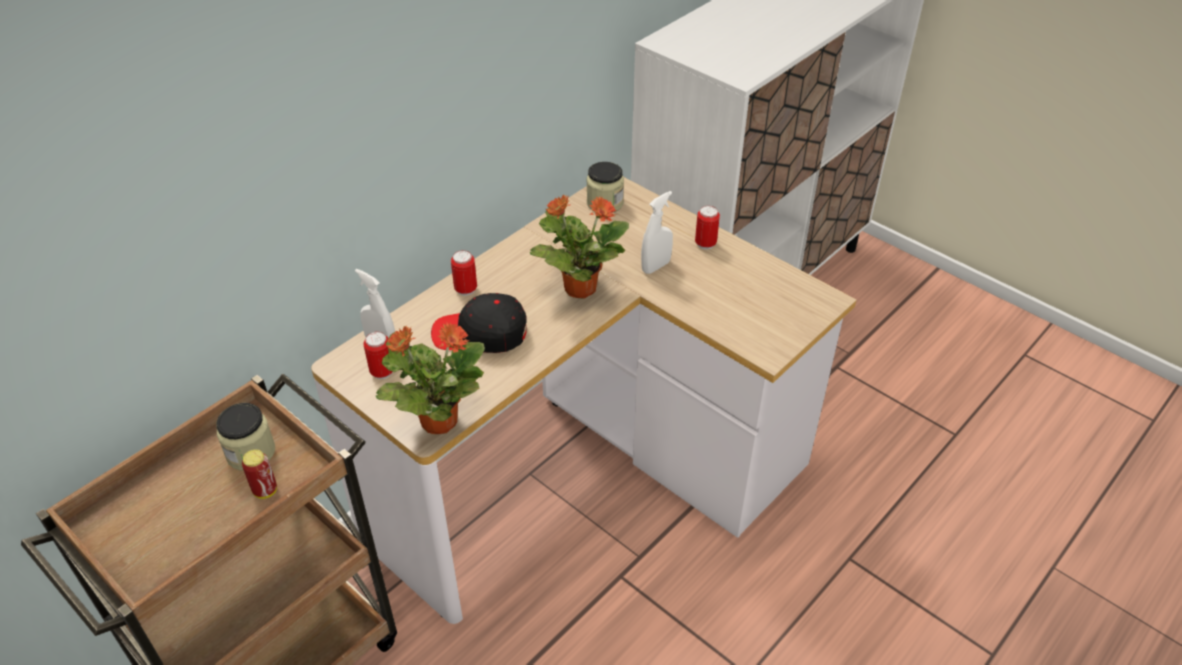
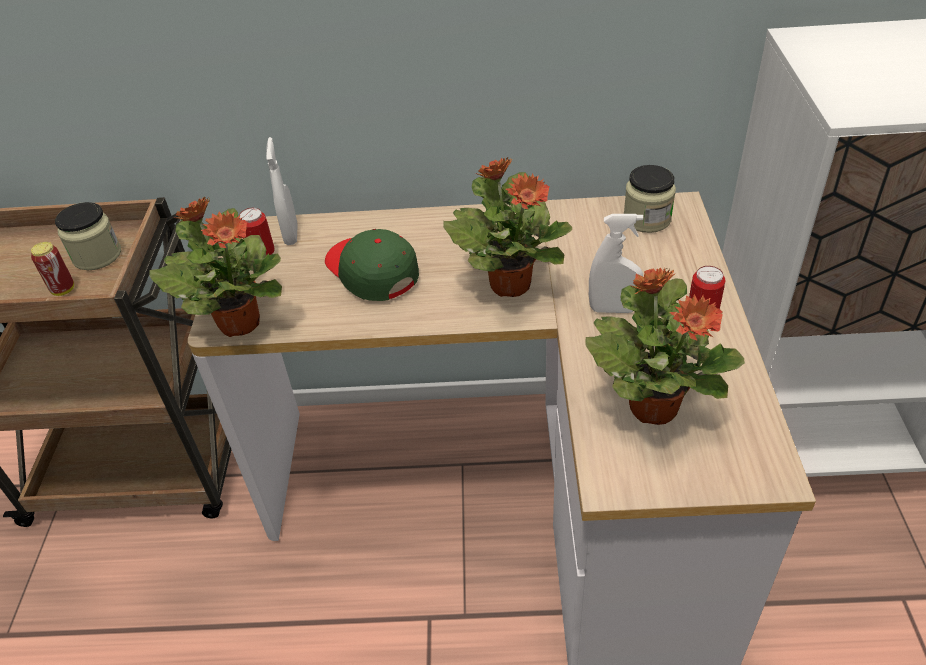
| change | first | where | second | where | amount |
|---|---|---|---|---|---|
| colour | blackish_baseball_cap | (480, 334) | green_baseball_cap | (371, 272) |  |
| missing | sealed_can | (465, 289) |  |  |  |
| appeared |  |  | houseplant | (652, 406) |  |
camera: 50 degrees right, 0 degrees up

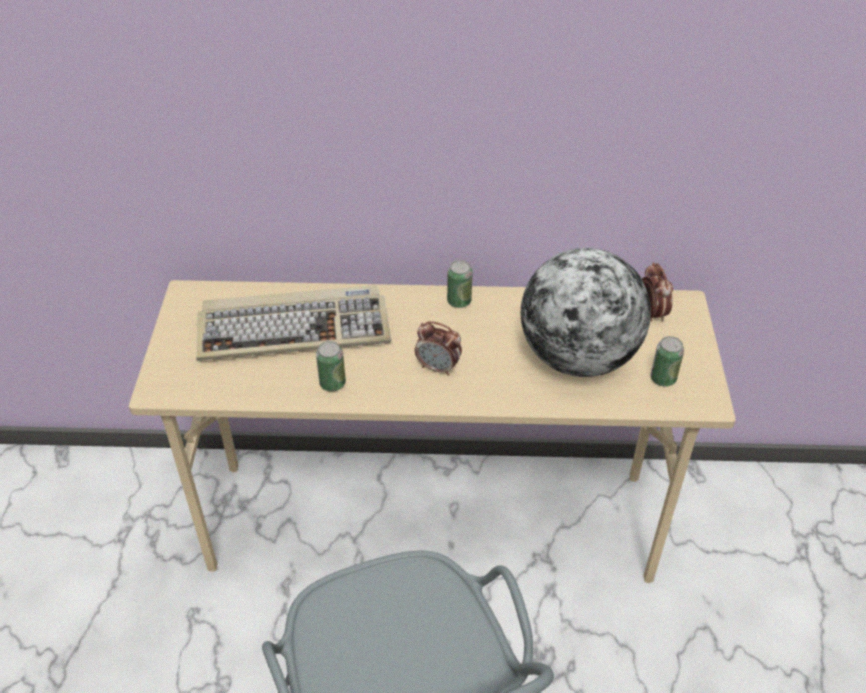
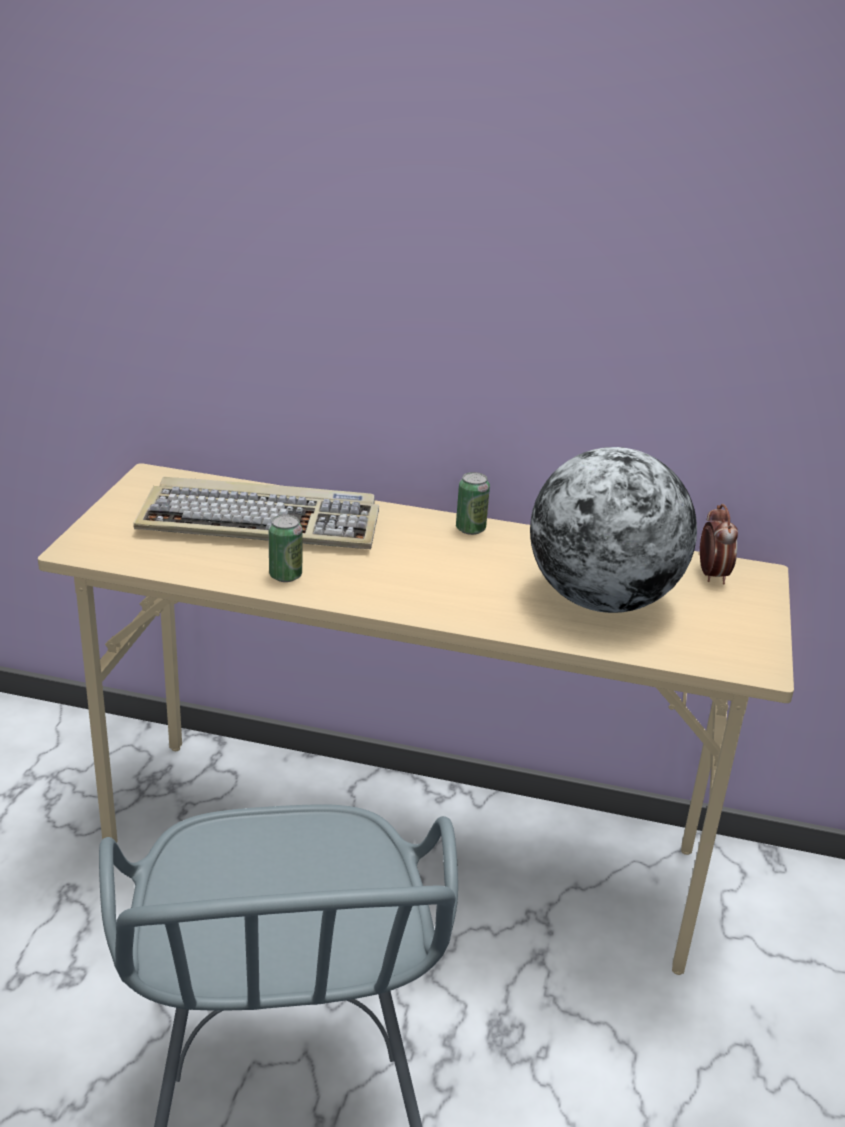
| change | first | where | second | where | amount |
|---|---|---|---|---|---|
| missing | table_clock | (438, 367) |  |  |  |
| missing | sealed_can | (663, 378) |  |  |  |
camera: 10 degrees right, 15 degrees down

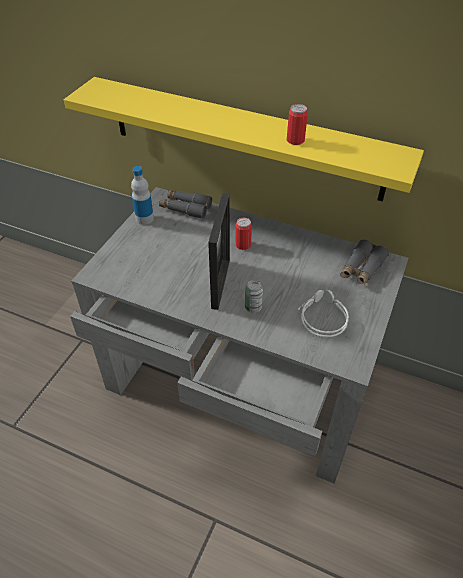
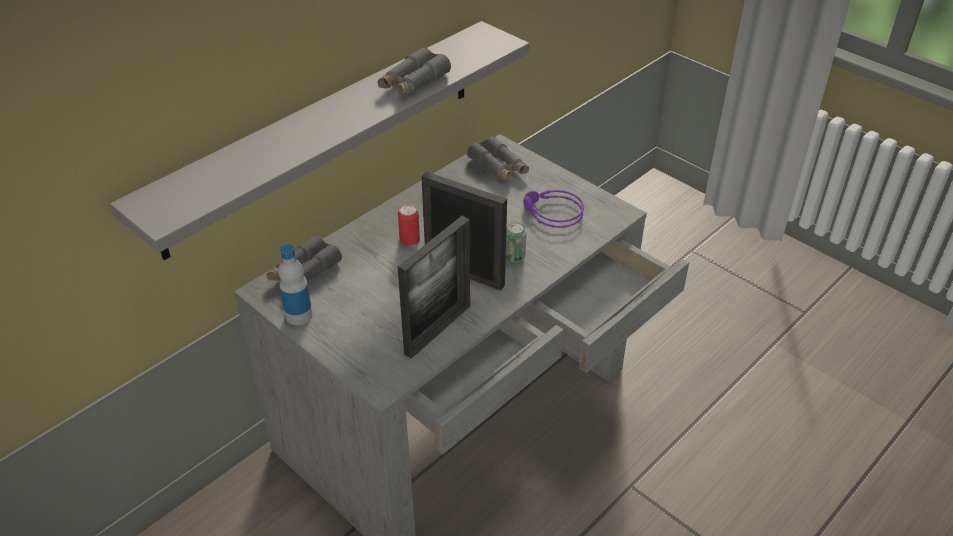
| change | first | where | second | where | amount |
|---|---|---|---|---|---|
| colour | yellow-coloured_wall_shelf | (243, 138) | gray_wall_shelf | (324, 135) |  |
| exchanged | sealed_can | (295, 140) | gray_binoculars | (413, 82) |  |
| colour | gray_pair_of_headphones | (321, 317) | purple-coloured_pair_of_headphones | (551, 214) |  |
| appeared |  |  | photo_frame | (438, 329) |  |
camera: 70 degrees left, 5 degrees down

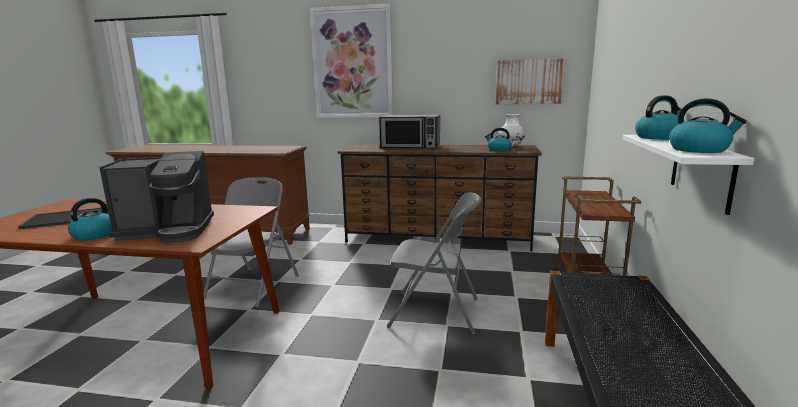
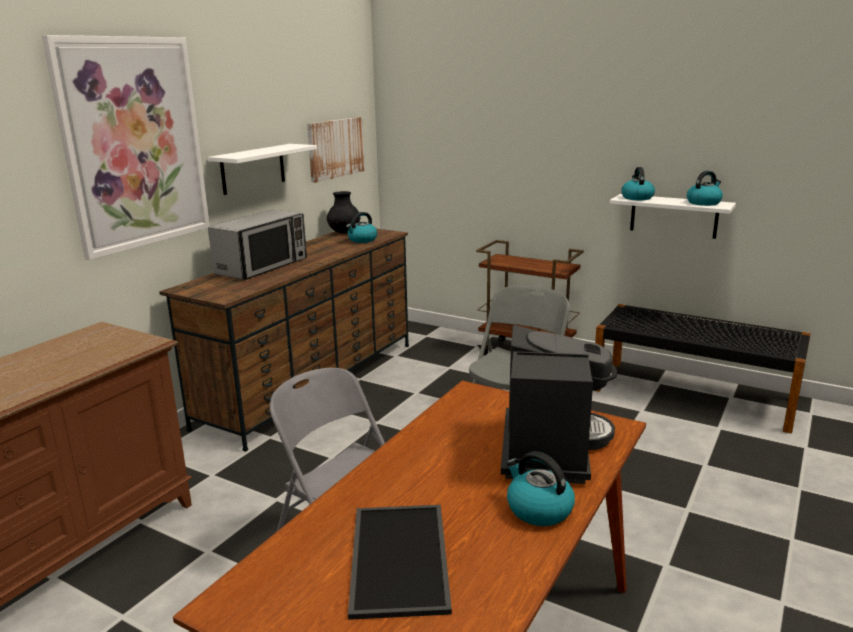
| change | first | where | second | where | amount |
|---|---|---|---|---|---|
| colour | white_vase | (511, 146) | blackish_vase | (344, 233) |  |
| appeared |  |  | white_wall_shelf | (253, 168) |  |
camera: 70 degrees left, 5 degrees up

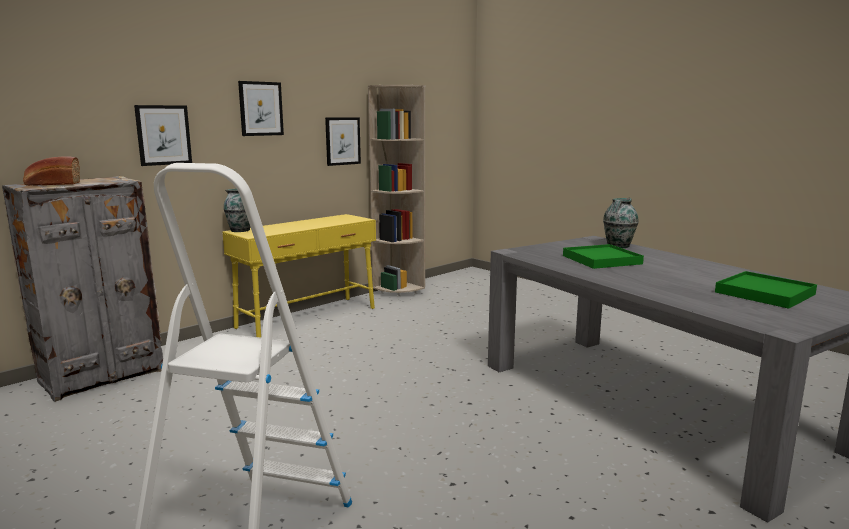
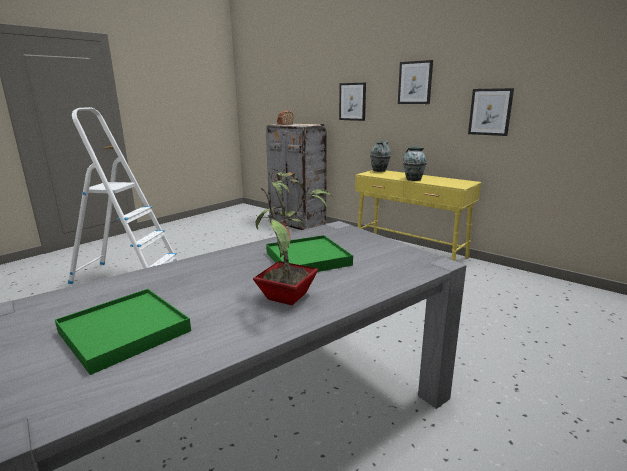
| change | first | where | second | where | amount |
|---|---|---|---|---|---|
| missing | beige_bookcase | (398, 293) |  |  |  |
| relocated | vase | (618, 246) |  | (413, 179) |  |
| appeared |  |  | houseplant | (289, 297) |  |
camera: 85 degrees right, 5 degrees up

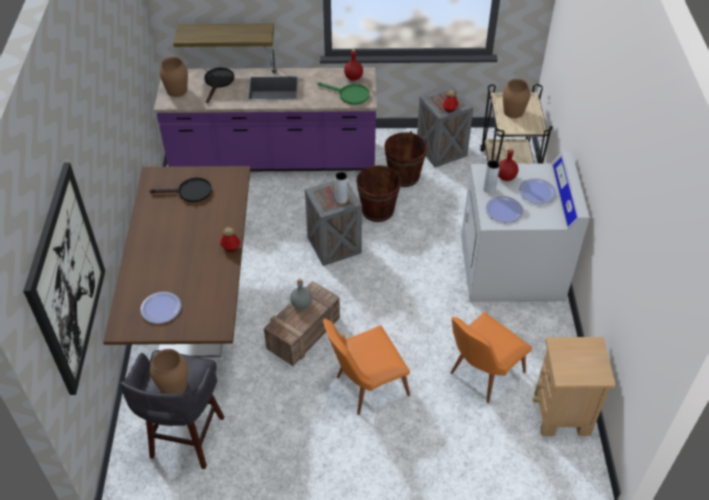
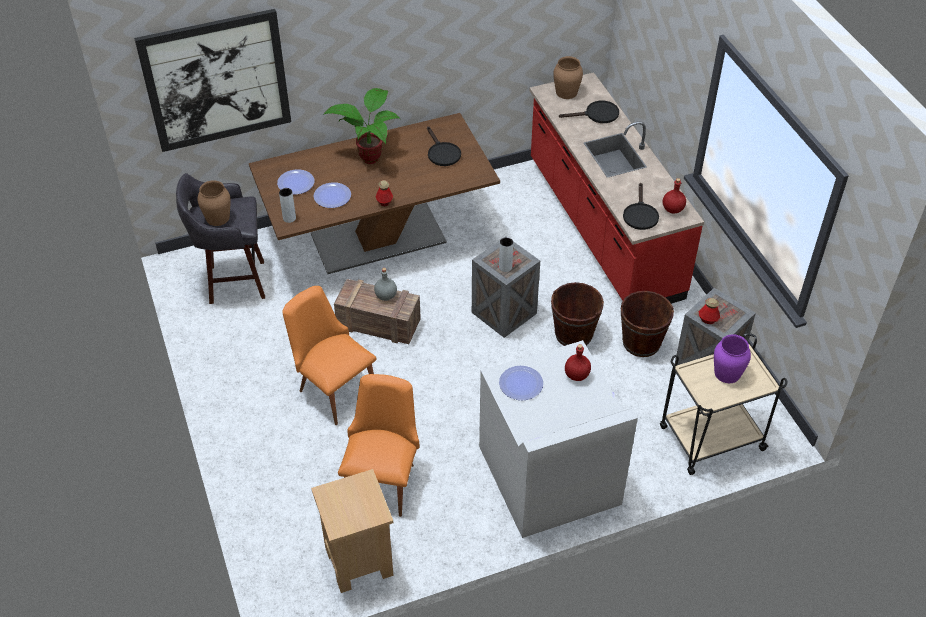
| change | first | where | second | where | amount |
|---|---|---|---|---|---|
| colour | purple-coloured_kitchen_counter | (273, 159) | red-coloured_kitchen_counter | (602, 229) |  |
| missing | wall_shelf | (227, 35) |  |  |  |
| colour | green_frying_pan | (349, 95) | blackish_frying_pan | (640, 214) |  |
| spun | orangey_upright_chair | (481, 375) |  | (383, 478) | 75 degrees clockwise |
| relocated | gray_vase | (489, 189) |  | (289, 218) |  |
| colour | brown_vase | (513, 112) | purple-coloured_vase | (727, 373) |  |
| relocated | dinner_plate | (537, 192) |  | (332, 196) |  |
| appeared |  |  | houseplant | (371, 156) |  |
camera: 70 degrees right, 0 degrees up

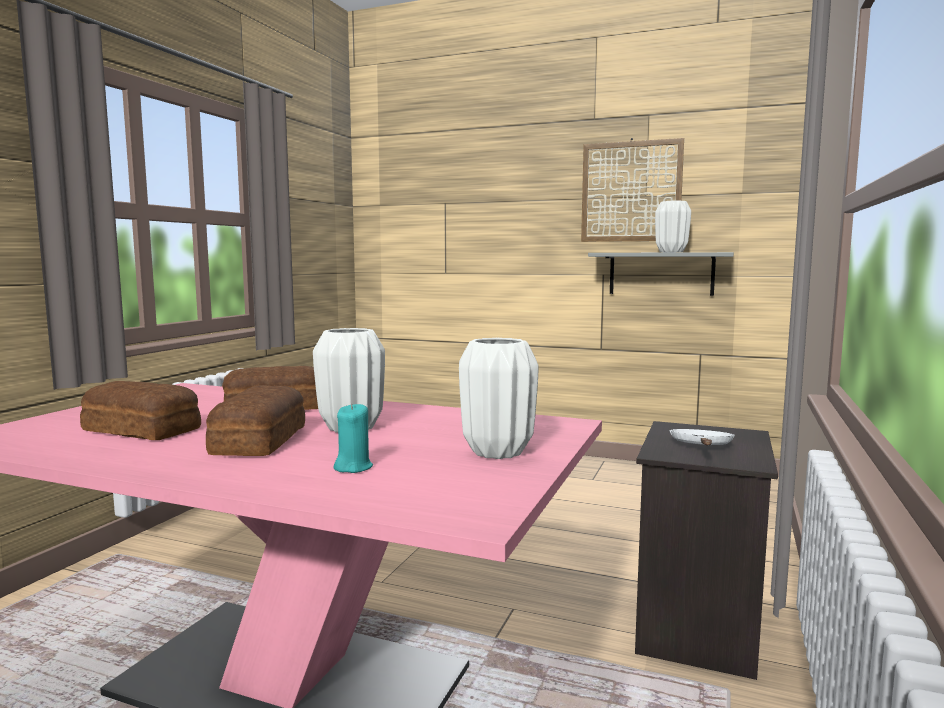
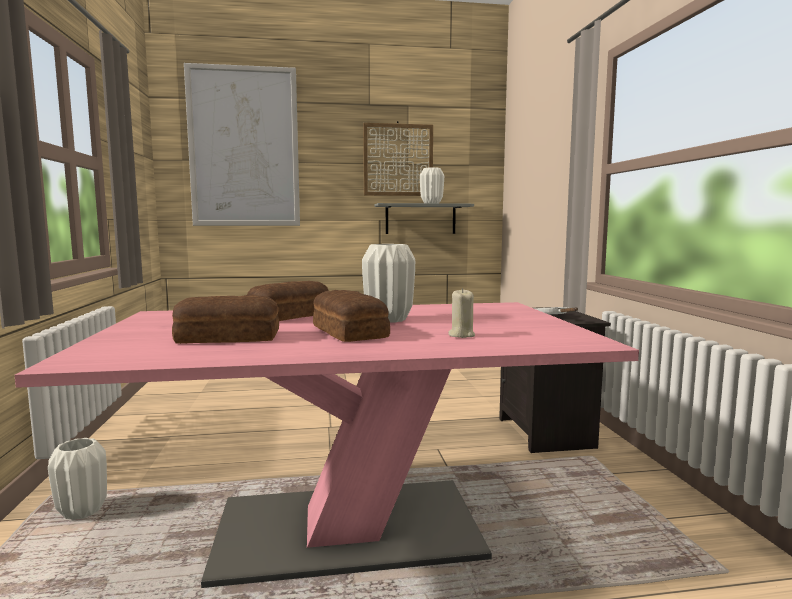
| change | first | where | second | where | amount |
|---|---|---|---|---|---|
| colour | turquoise_wax_candle | (353, 467) | beige_wax_candle | (461, 335) |  |
| relocated | white_vase | (497, 451) |  | (82, 512) |  |
| appeared |  |  | wall_art | (244, 147) |  |
camera: 30 degrees left, 0 degrees up

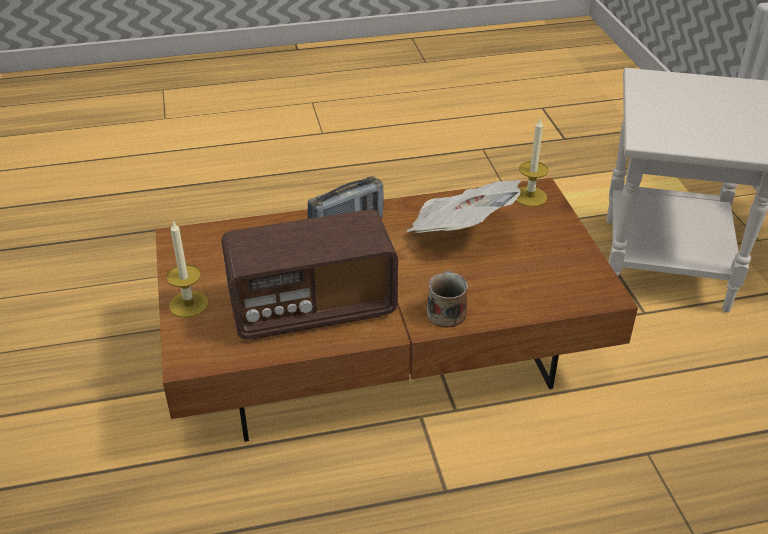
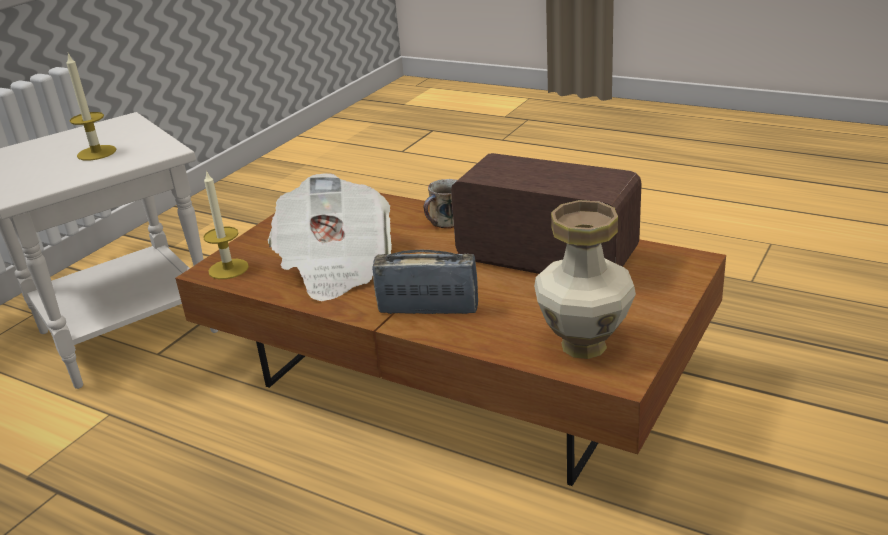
| change | first | where | second | where | amount |
|---|---|---|---|---|---|
| relocated | wax_candle | (188, 304) |  | (96, 153) |  |
| appeared |  |  | vase | (584, 346) |  |
camera: 135 degrees left, 10 degrees down

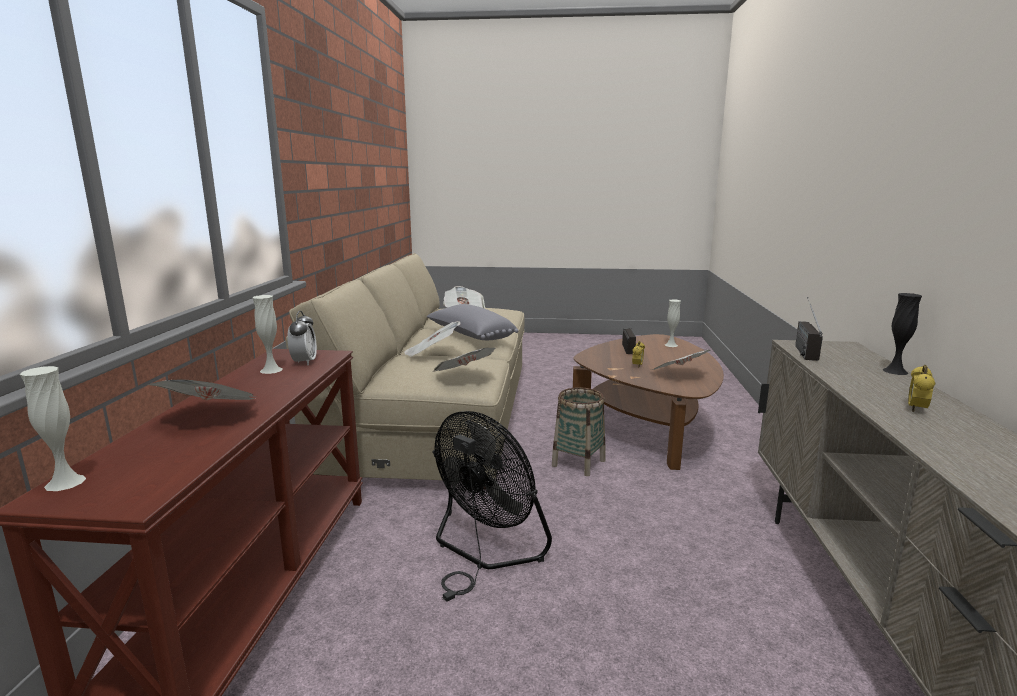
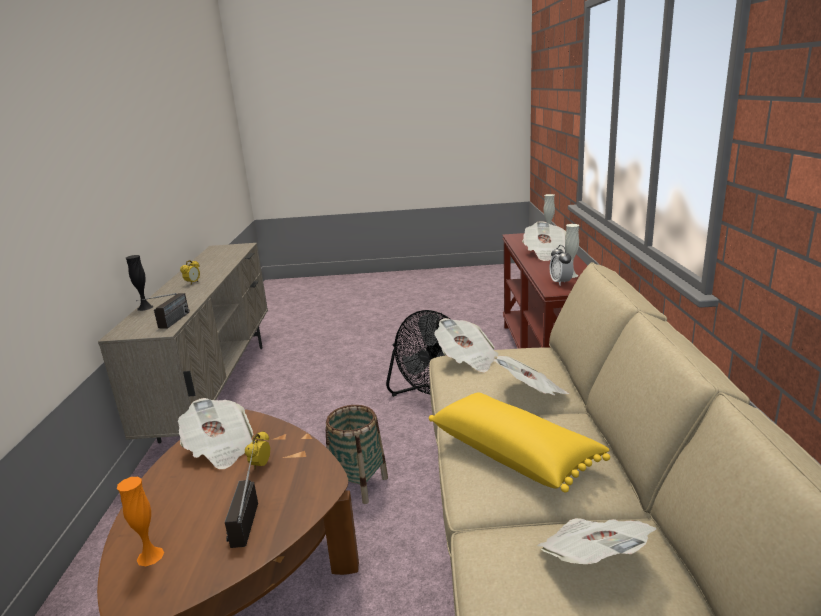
| change | first | where | second | where | amount |
|---|---|---|---|---|---|
| colour | gray_pillow | (470, 336) | yellow-coloured_pillow | (514, 453) |  |
| colour | white_vase | (671, 345) | orangey_vase | (150, 556) |  |
camera: 175 degrees right, 5 degrees up

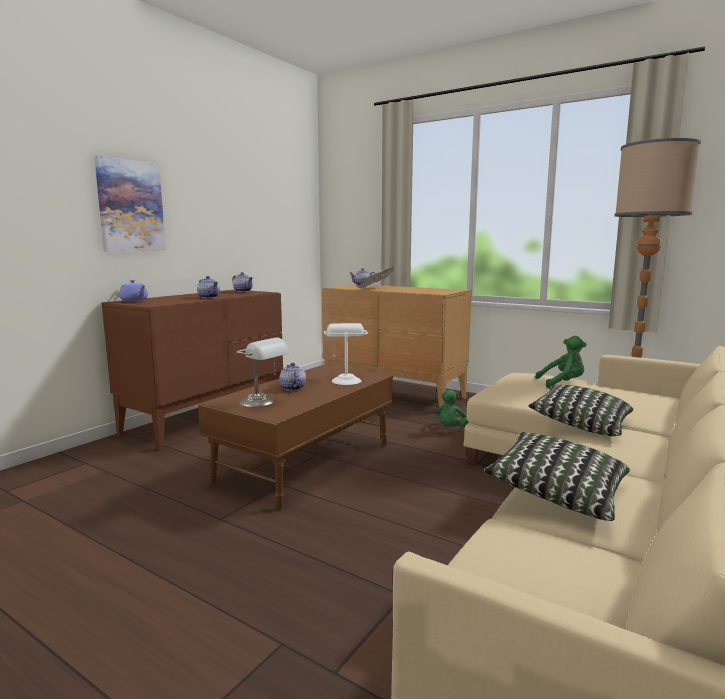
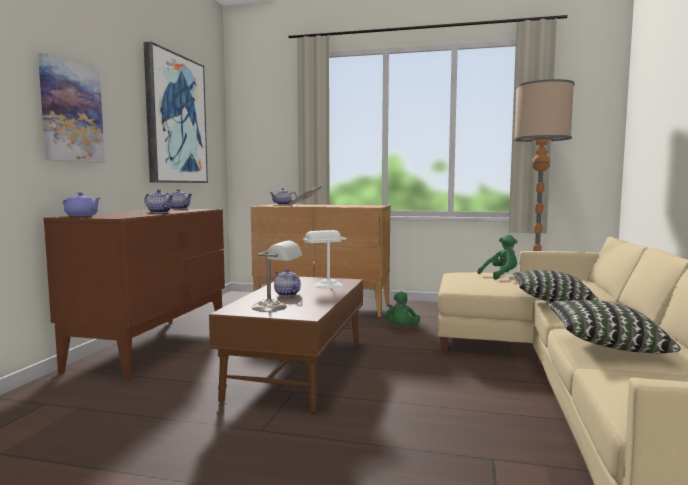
| change | first | where | second | where | amount |
|---|---|---|---|---|---|
| appeared |  |  | wall_art | (175, 119) |  |
camera: 20 degrees left, 5 degrees down

